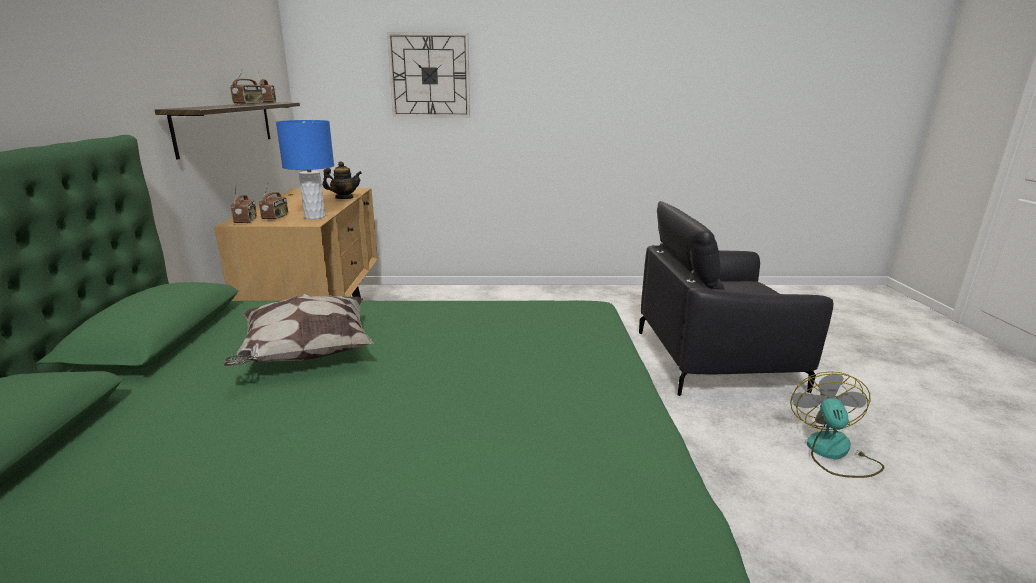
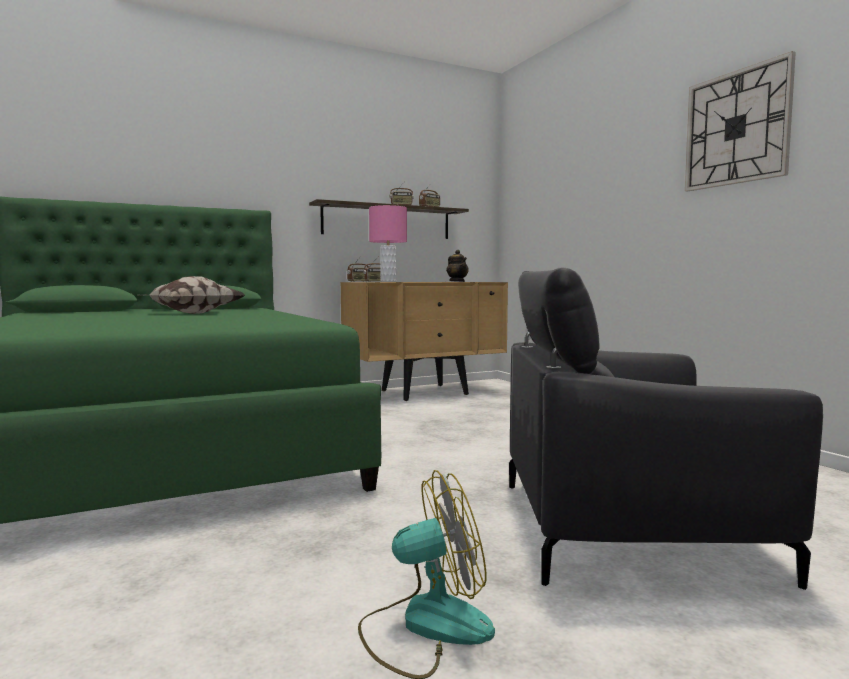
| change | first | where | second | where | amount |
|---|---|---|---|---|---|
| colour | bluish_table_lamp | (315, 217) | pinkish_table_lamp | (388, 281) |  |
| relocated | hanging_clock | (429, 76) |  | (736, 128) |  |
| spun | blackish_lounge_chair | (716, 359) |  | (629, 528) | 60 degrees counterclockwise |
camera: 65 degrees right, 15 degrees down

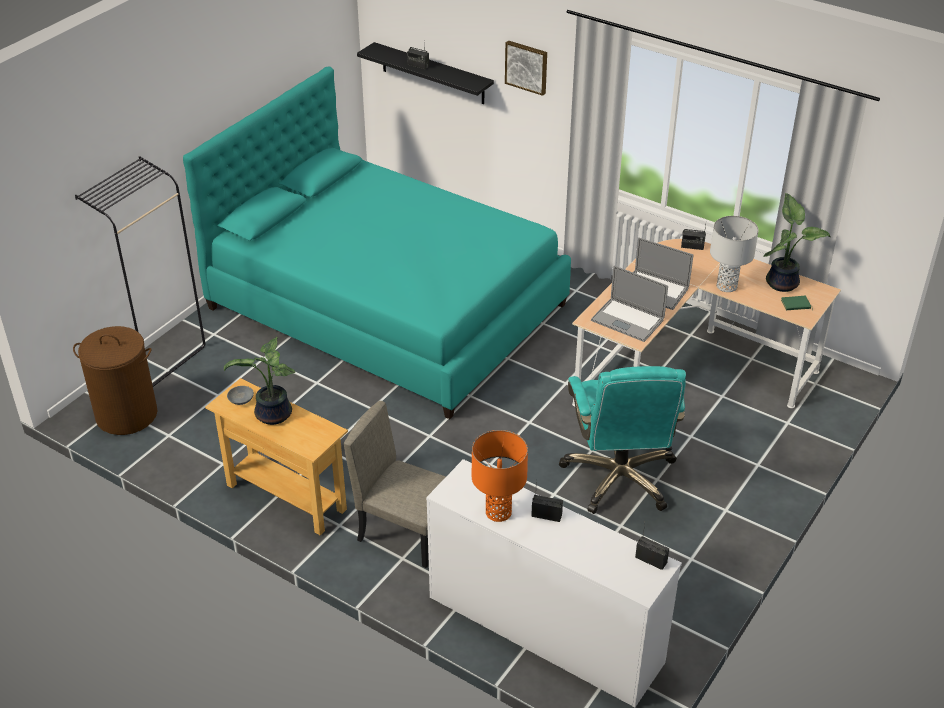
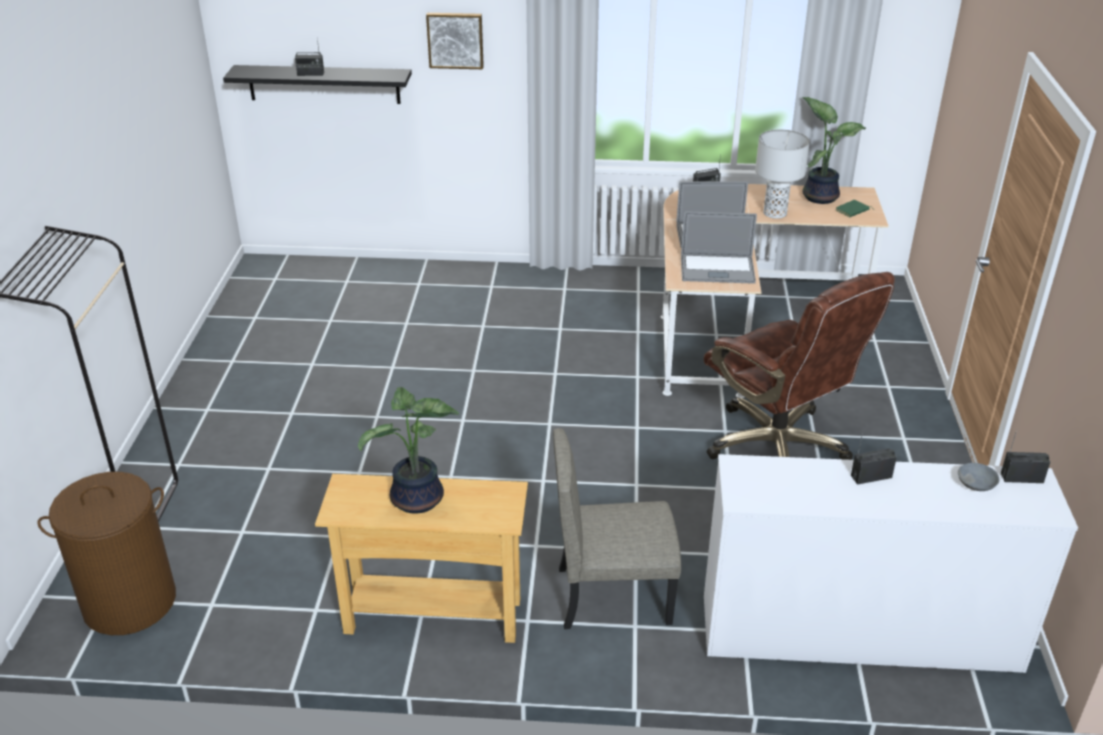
| change | first | where | second | where | amount |
|---|---|---|---|---|---|
| missing | turquoise_bedroom_bed | (387, 306) |  |  |  |
| relocated | gray_bowl | (241, 399) |  | (975, 483) |  |
| missing | orangey_table_lamp | (498, 512) |  |  |  |
| colour | turquoise_computer_chair | (619, 476) | brown_computer_chair | (776, 445) |  |
camera: 30 degrees left, 5 degrees down

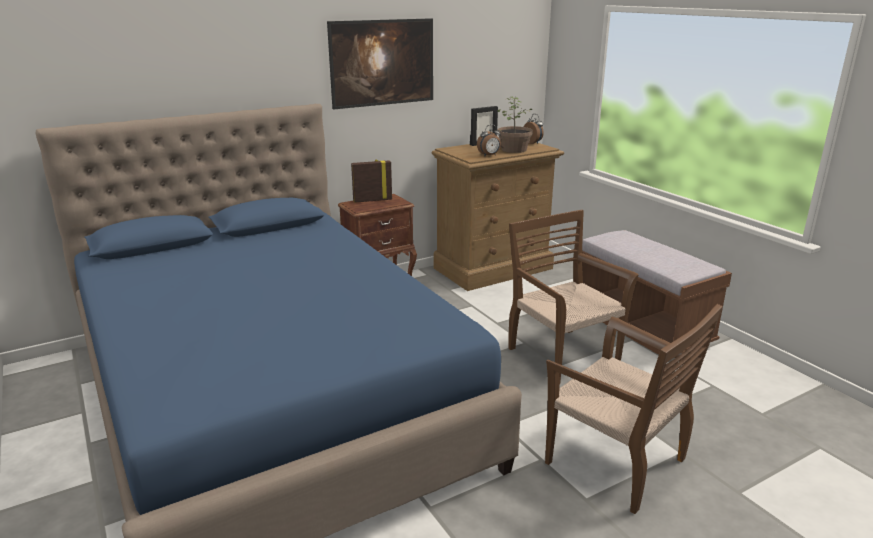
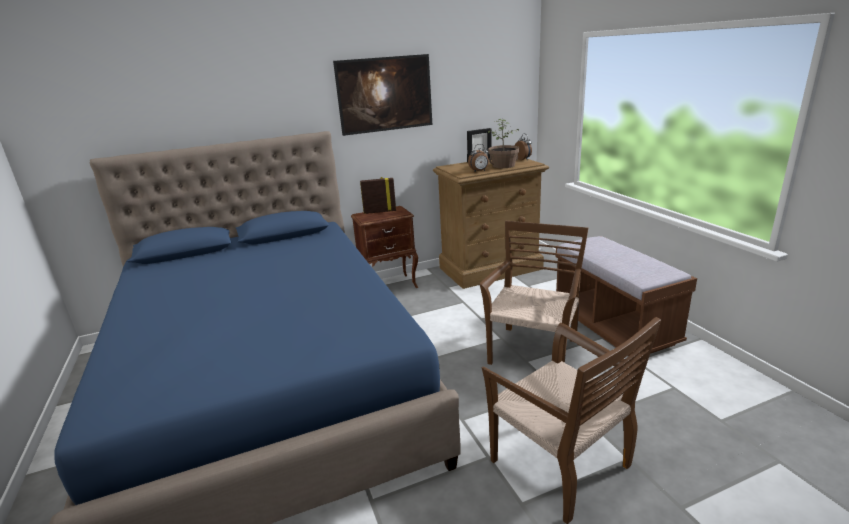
| change | first | where | second | where | amount |
|---|---|---|---|---|---|
| spun | brown_lounge_chair | (562, 355) |  | (533, 351) | 45 degrees clockwise |
camera: 10 degrees right, 0 degrees up

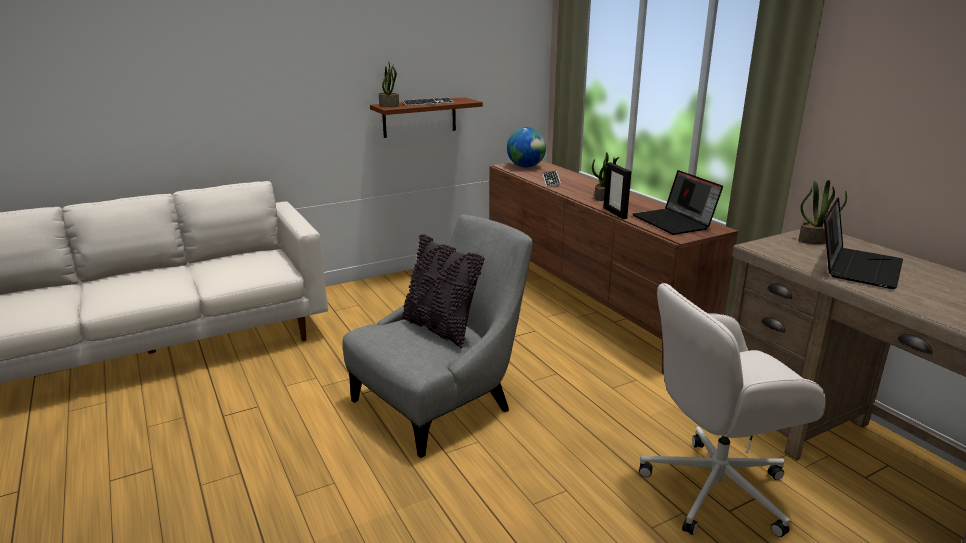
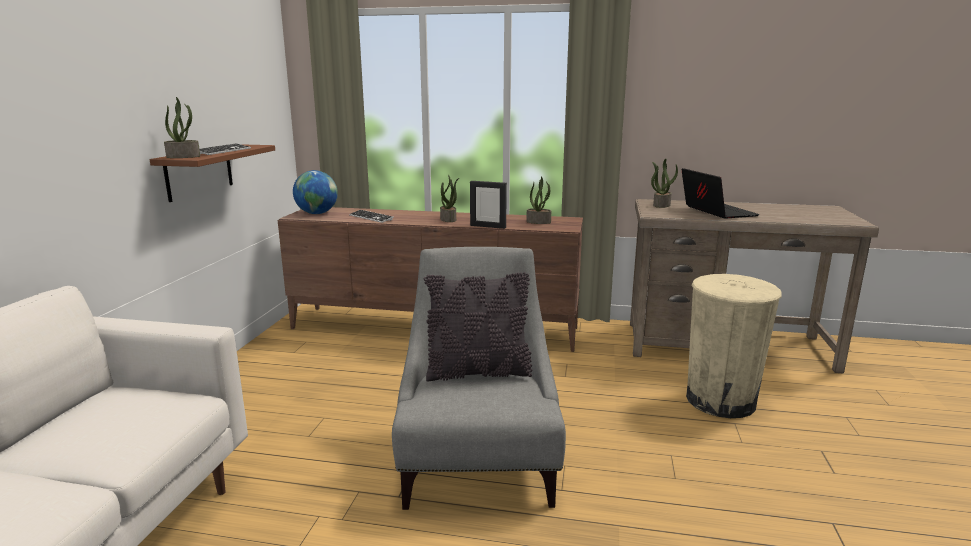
| change | first | where | second | where | amount |
|---|---|---|---|---|---|
| exchanged | notebook_computer | (674, 222) | houseplant | (539, 222) |  |
| exchanged | white_computer_chair | (715, 489) | beige_rubbish_bin | (720, 400) |  |
camera: 50 degrees left, 5 degrees down

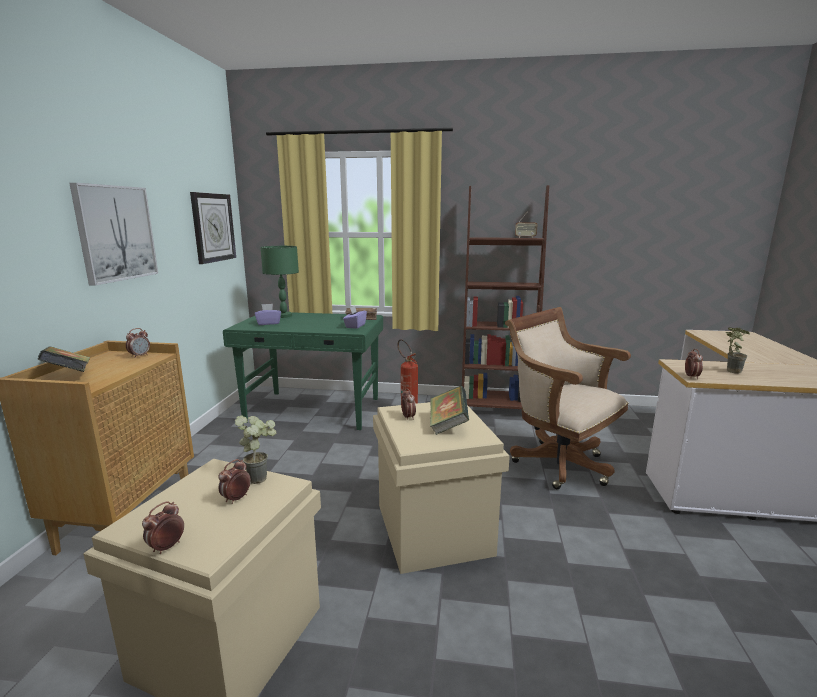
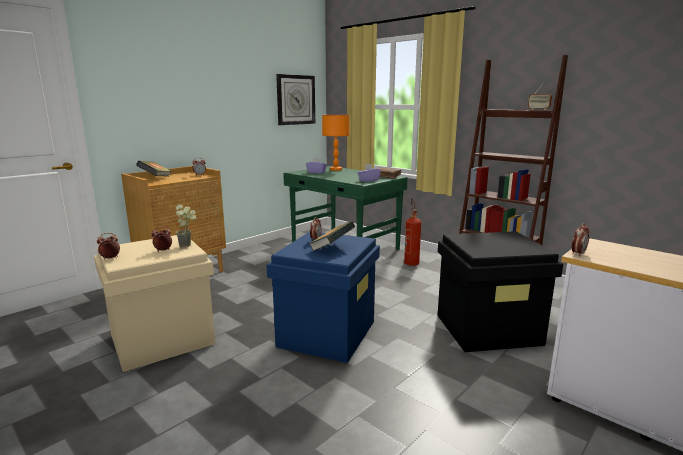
| change | first | where | second | where | amount |
|---|---|---|---|---|---|
| missing | wall_art | (116, 233) |  |  |  |
| colour | green_table_lamp | (284, 316) | orangey_table_lamp | (336, 169) |  |
| colour | beige_storage_box | (432, 528) | bluish_storage_box | (327, 333) |  |
| exchanged | computer_chair | (556, 463) | blackish_storage_box | (488, 329) |  |
| missing | houseplant | (729, 370) |  |  |  |
camera: 35 degrees right, 0 degrees up

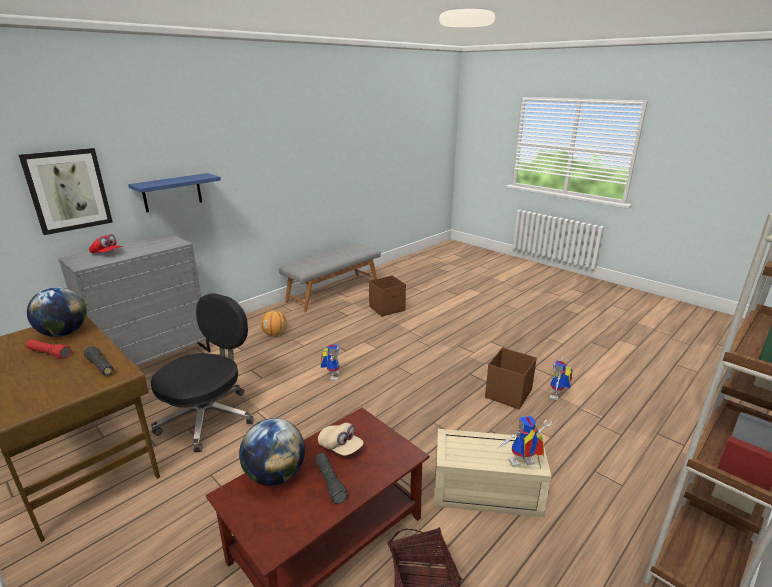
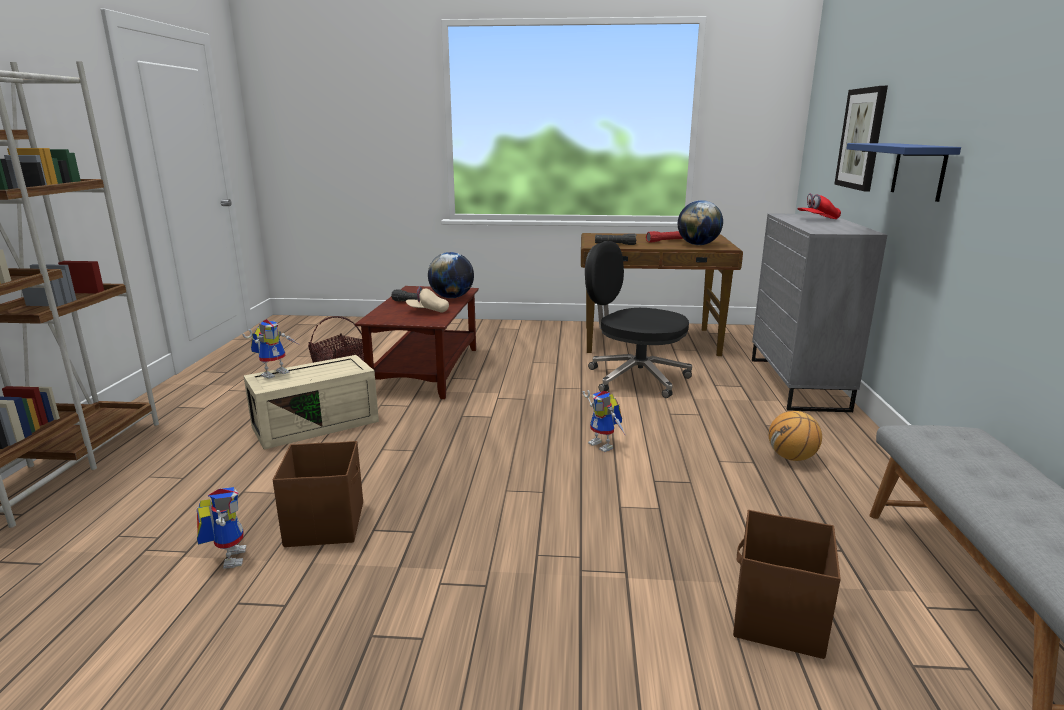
| change | first | where | second | where | amount |
|---|---|---|---|---|---|
| spun | blackish_computer_chair | (209, 417) |  | (635, 378) | 135 degrees clockwise |
camera: 140 degrees right, 5 degrees down

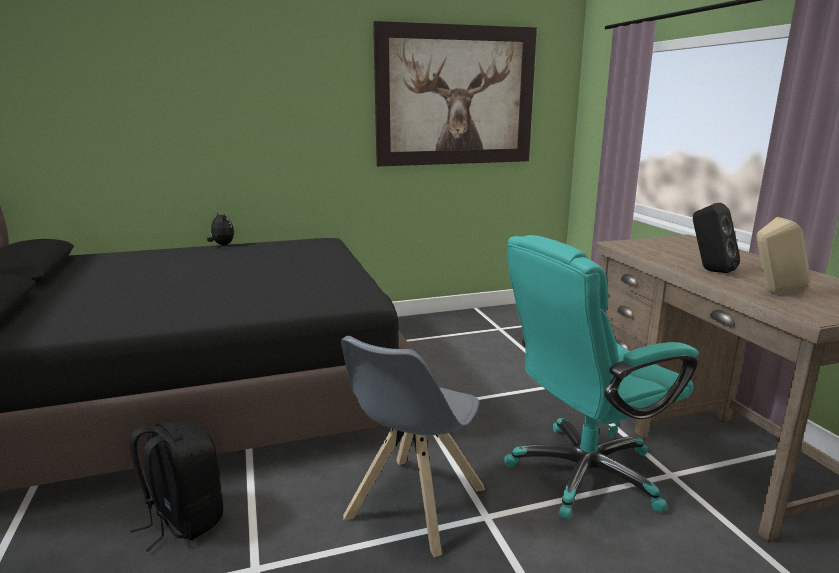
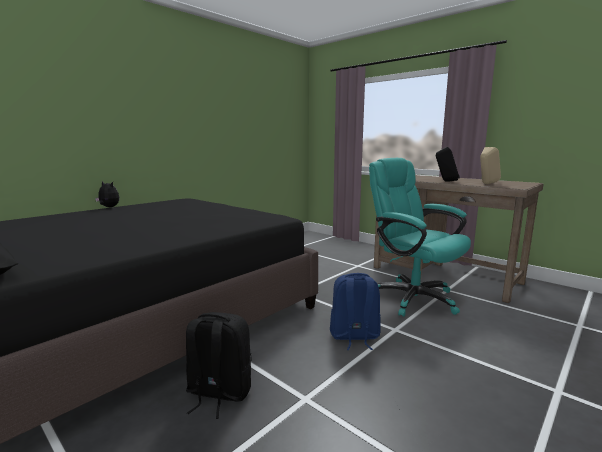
| change | first | where | second | where | amount |
|---|---|---|---|---|---|
| exchanged | gray_upright_chair | (413, 505) | bluish_rucksack | (354, 336) |  |
| missing | wall_art | (456, 96) |  |  |  |
| spun | turquoise_computer_chair | (585, 472) |  | (413, 298) | 105 degrees clockwise |
camera: 30 degrees left, 5 degrees down

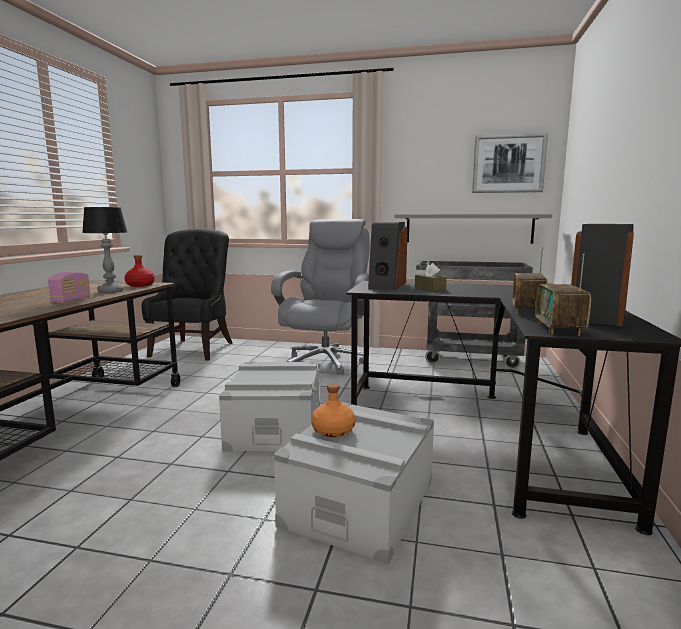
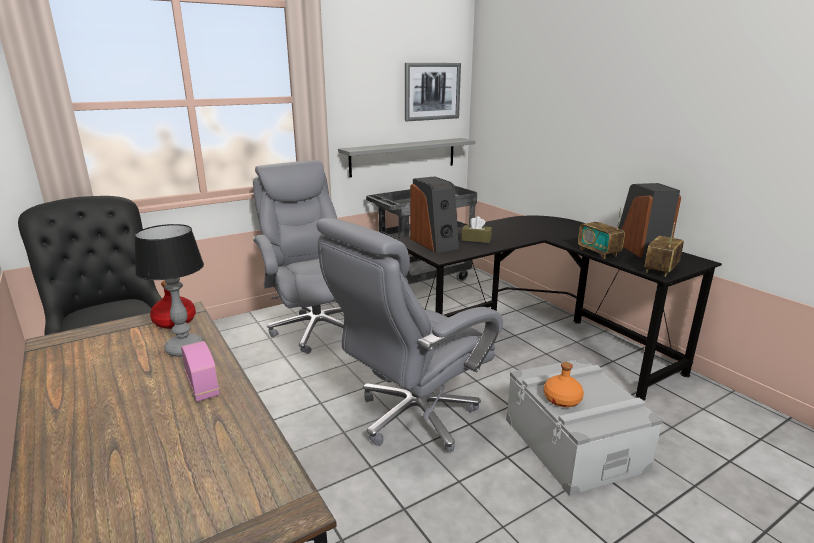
| change | first | where | second | where | amount |
|---|---|---|---|---|---|
| exchanged | gray_storage_box | (275, 427) | gray_computer_chair | (411, 420) |  |
| spun | radio | (558, 329) |  | (661, 270) | 75 degrees clockwise |
camera: 45 degrees left, 10 degrees up

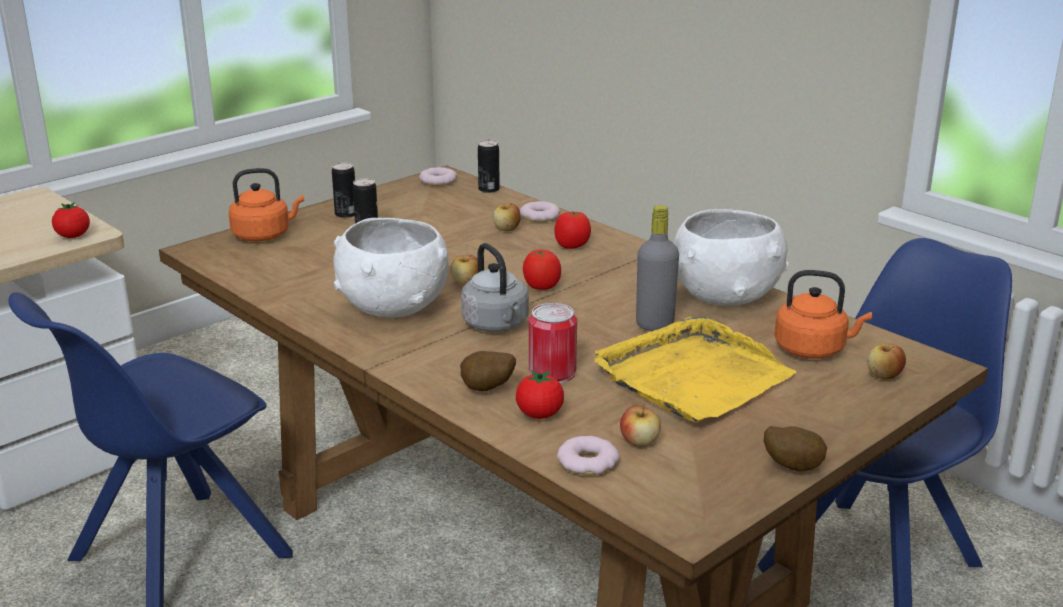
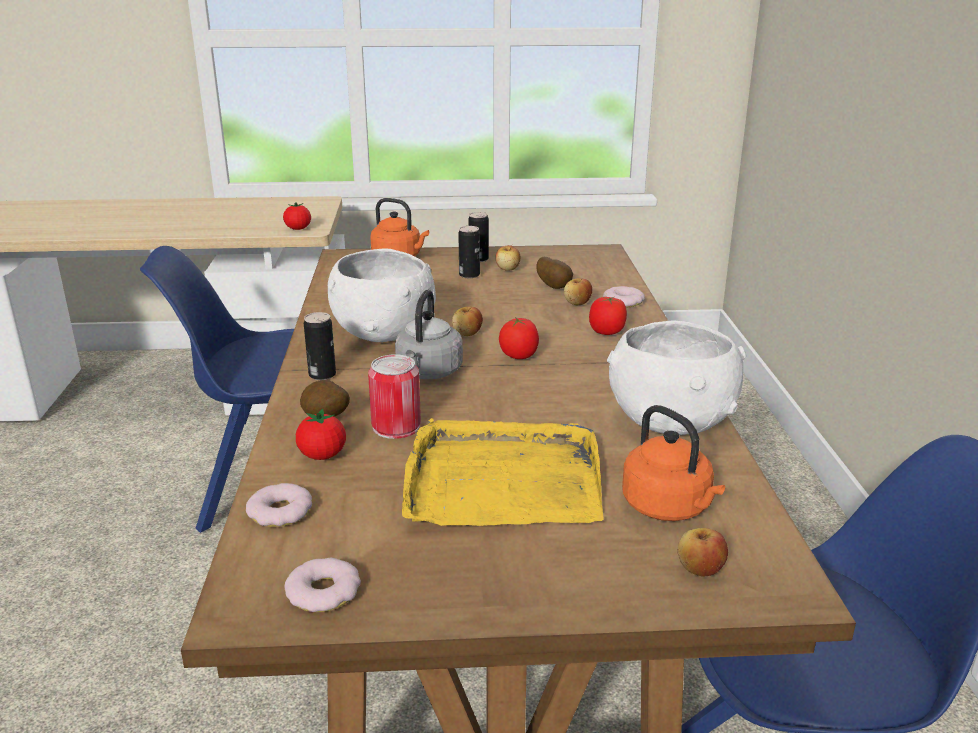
| change | first | where | second | where | amount |
|---|---|---|---|---|---|
| relocated | ring_doughnut | (438, 181) |  | (323, 591) |  |
| relocated | sealed_can | (489, 189) |  | (322, 375) |  |
| relocated | whole_apple | (639, 442) |  | (508, 269) |  |
| missing | gray_drink_bottle | (654, 324) |  |  |  |
| relocated | whole_potato | (792, 466) |  | (555, 287) |  |
camera: 40 degrees right, 0 degrees up

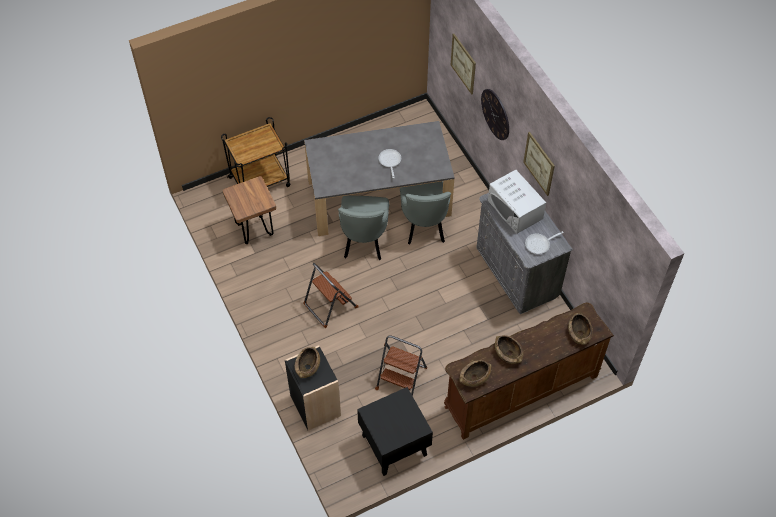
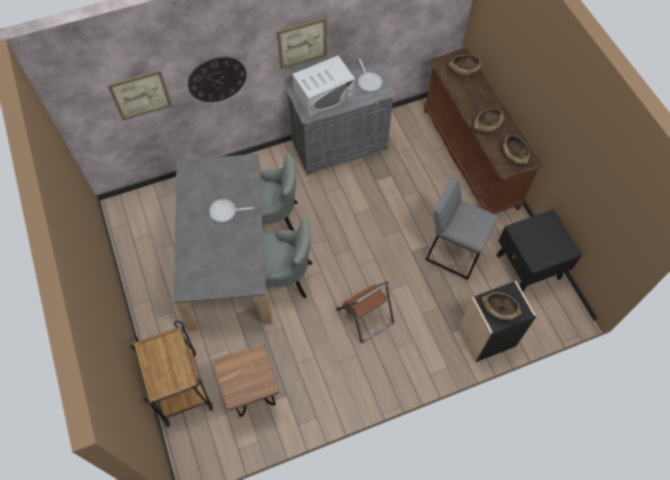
| change | first | where | second | where | amount |
|---|---|---|---|---|---|
| exchanged | brown_stepladder | (402, 376) | gray_stool_seat | (453, 253) |  |
camera: 85 degrees left, 5 degrees up

